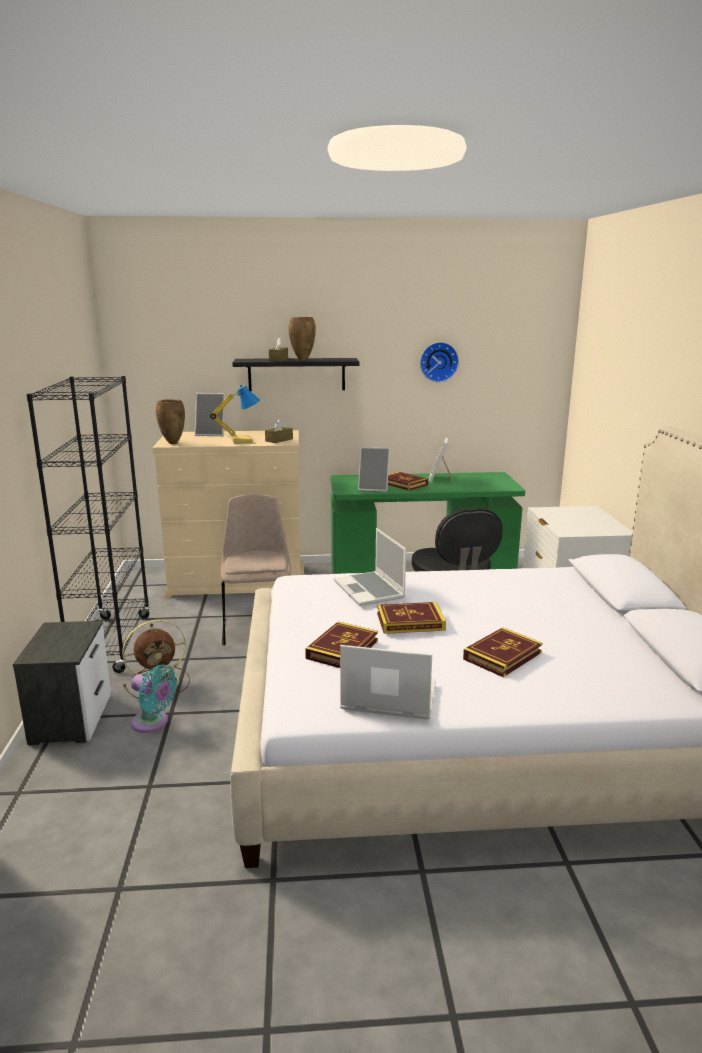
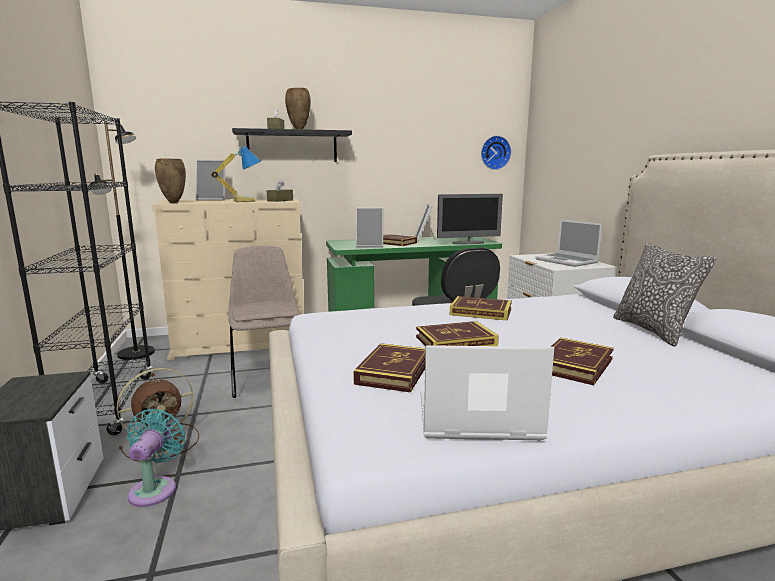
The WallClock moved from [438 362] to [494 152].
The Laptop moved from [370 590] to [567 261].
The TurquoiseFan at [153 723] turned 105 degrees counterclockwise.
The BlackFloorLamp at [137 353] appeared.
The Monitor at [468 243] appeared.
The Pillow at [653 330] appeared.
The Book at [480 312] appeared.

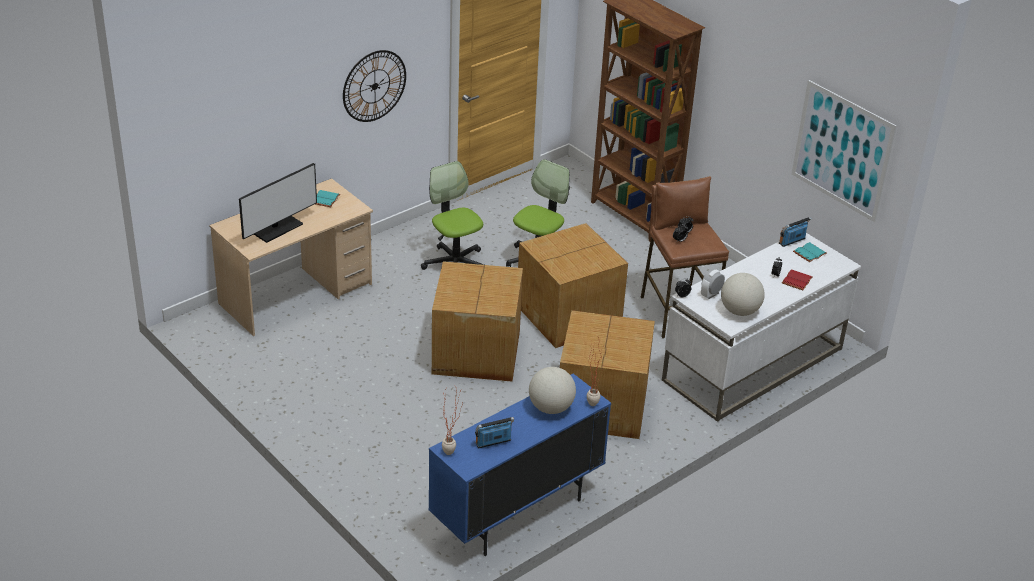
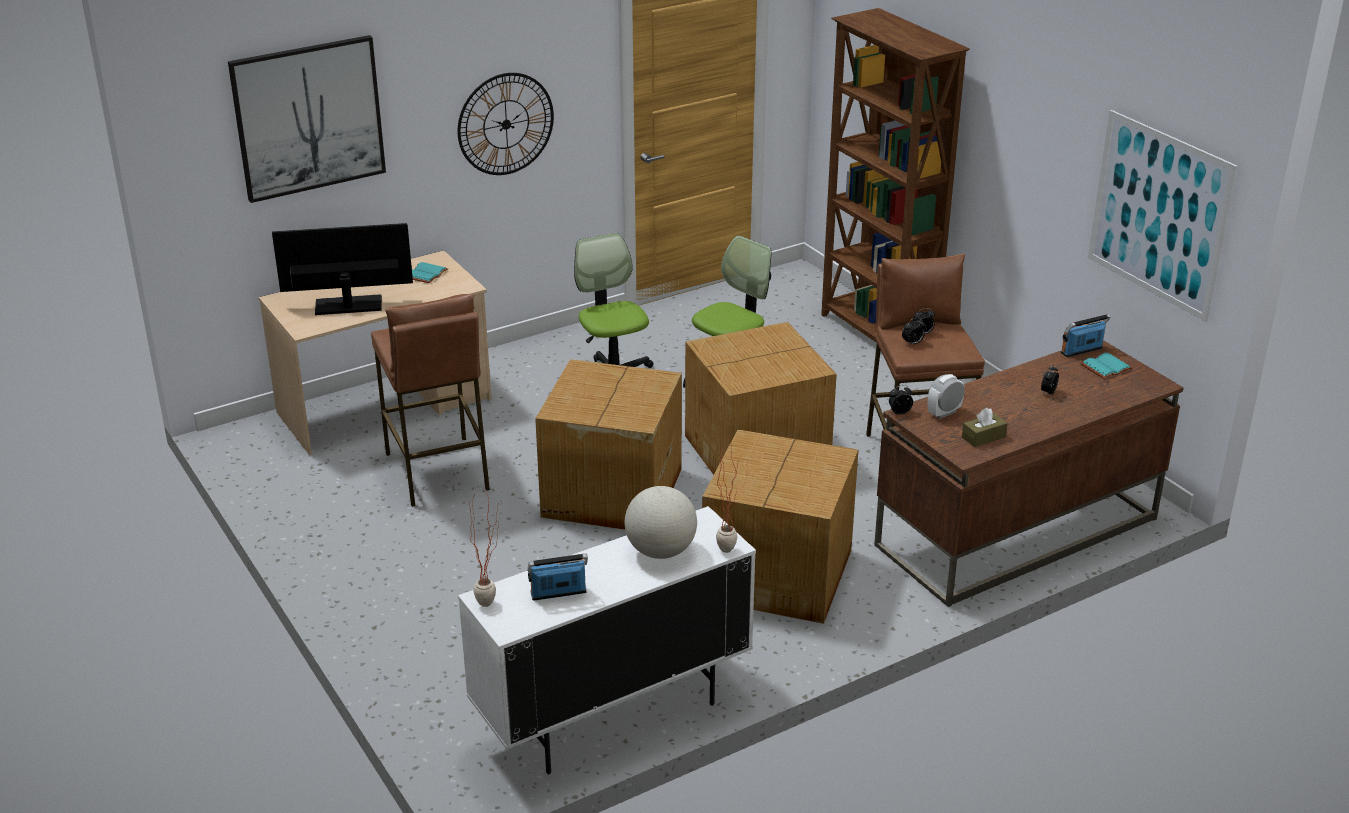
The Monitor at [278 229] turned 150 degrees counterclockwise.
The WhiteDesk at [752 365] became the BrownDesk at [1015 533].
The RedBook at [796 280] disappeared.
The Globe at [739 311] was replaced by the BrownTissueBox at [983 437].
The BlueCabinet at [517 513] became the WhiteCabinet at [613 716].
The Picture at [308 118] appeared.
The BrownStool at [437 471] appeared.

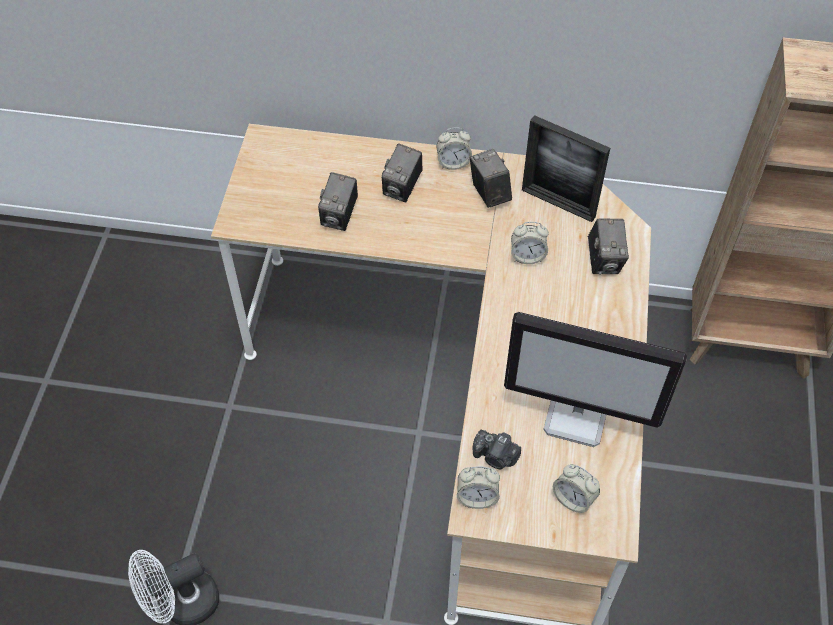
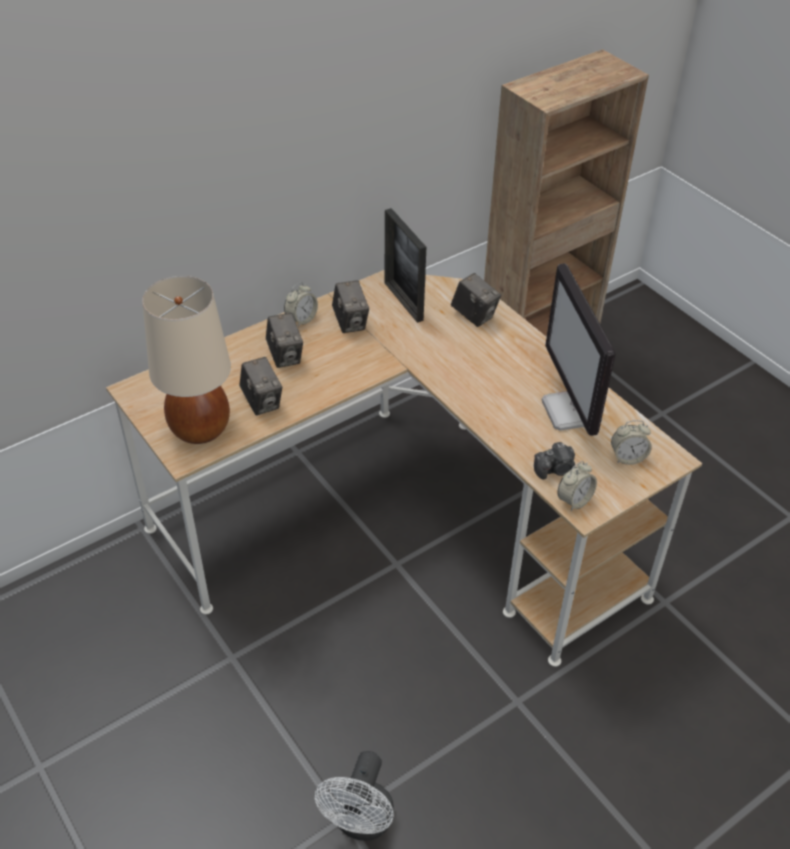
The PictureFrame at [558 203] turned 75 degrees clockwise.
The PhotoCamera at [489 193] turned 135 degrees counterclockwise.
The AlarmClock at [527 256] disappeared.
The Monitor at [577 417] turned 105 degrees clockwise.
The BeigeTableLamp at [200 430] appeared.

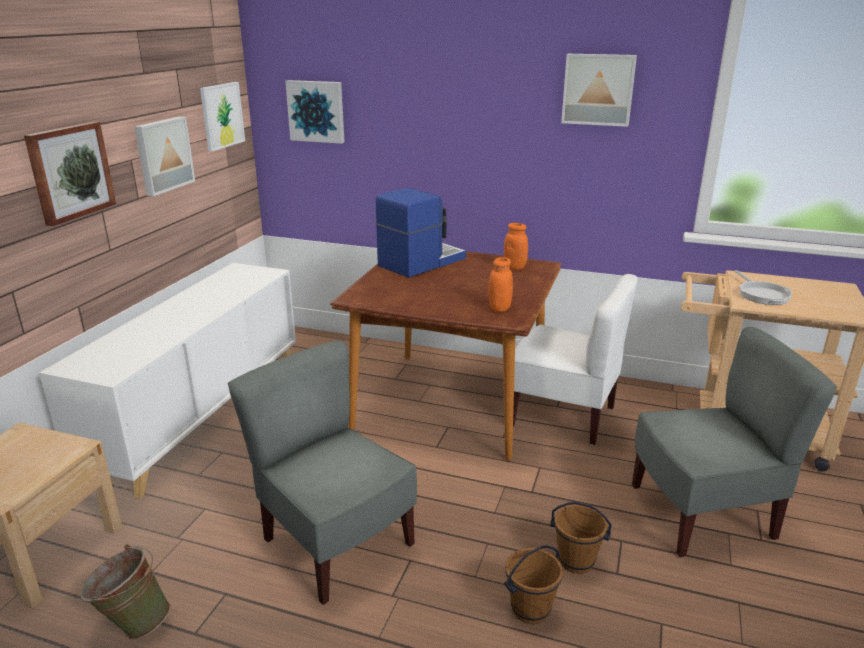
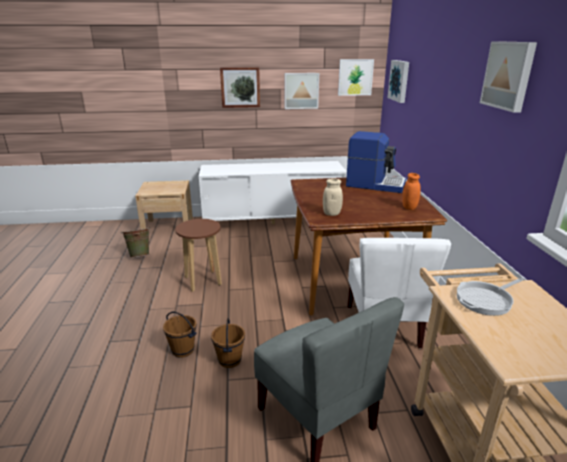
The OrangeJar at [499 308] became the BeigeJar at [331 213].
The GreyChair at [335 544] was replaced by the BrownStool at [203 281].

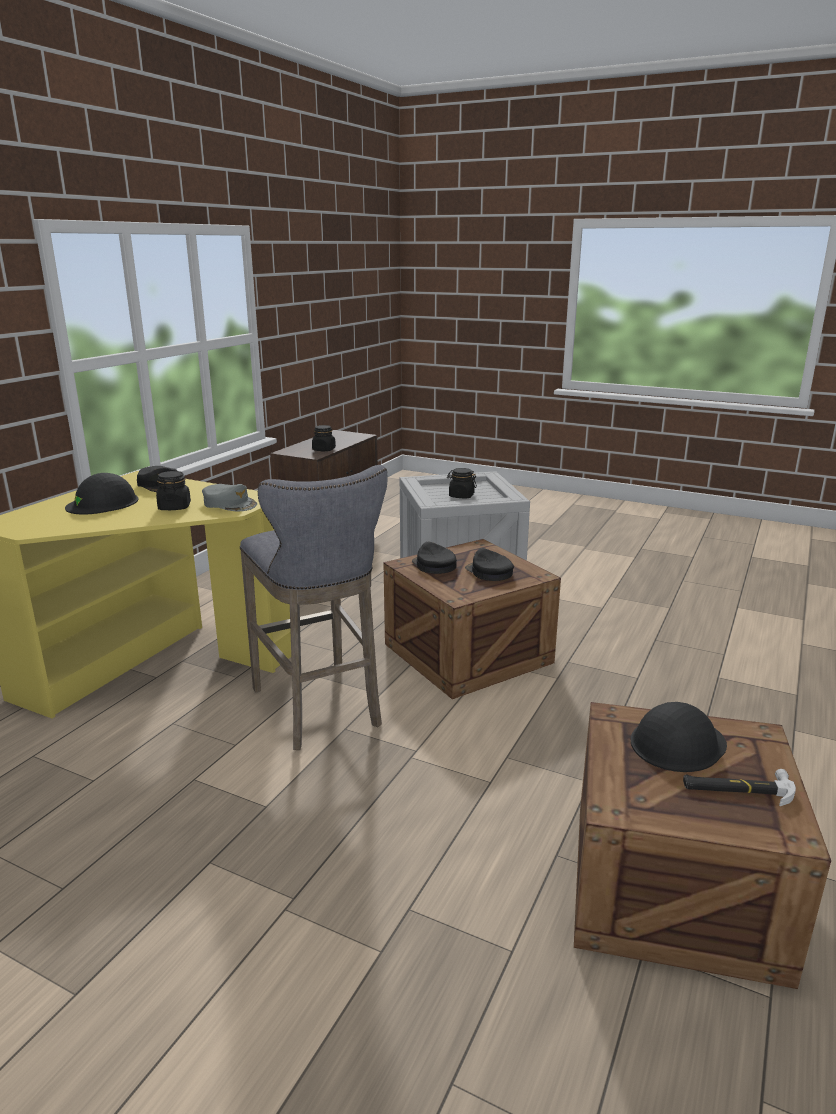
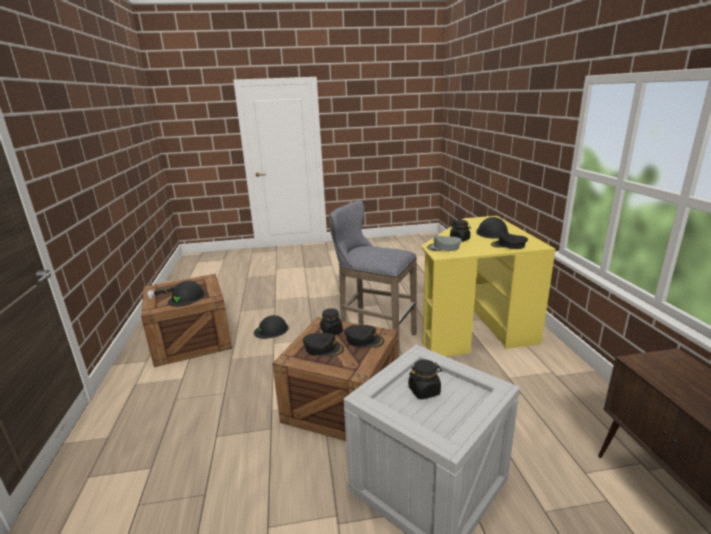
The BlackJar moved from [324 450] to [331 331].
The BlackHardHat at [271 330] appeared.

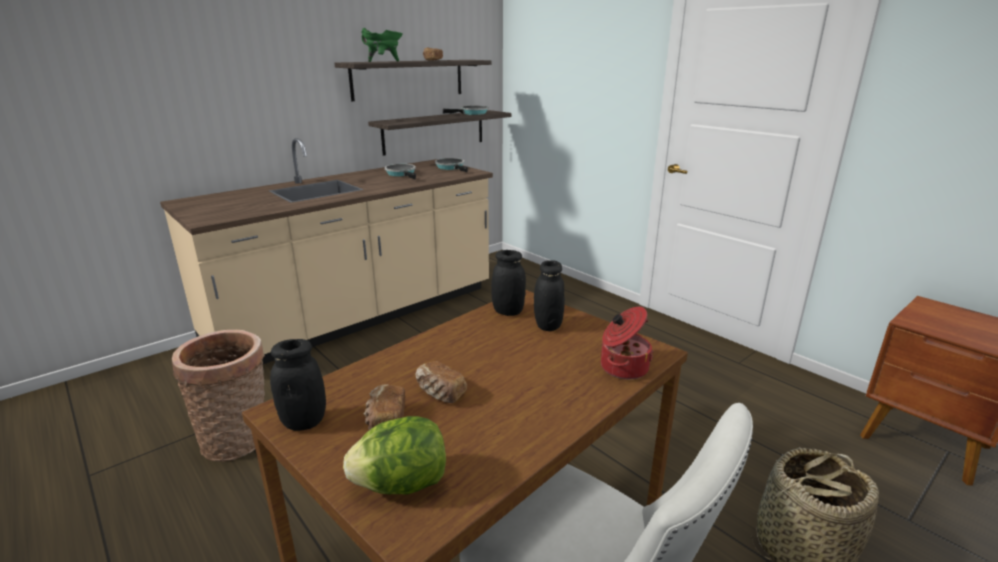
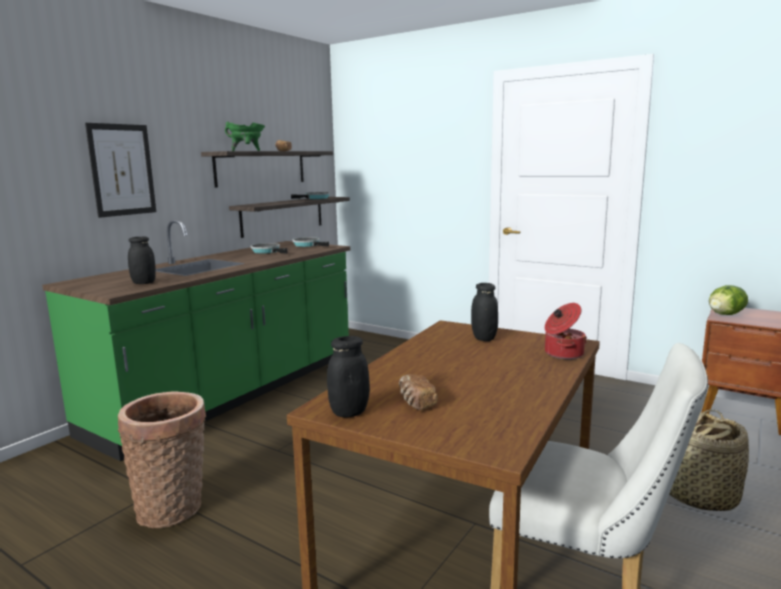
The BeigeCounter at [358 316] became the GreenCounter at [232 393].
The BlackJar moved from [508 311] to [144 283].
The Bread at [440 393] disappeared.
The Lettuce moved from [402 484] to [725 314].
The Picture at [122 170] appeared.

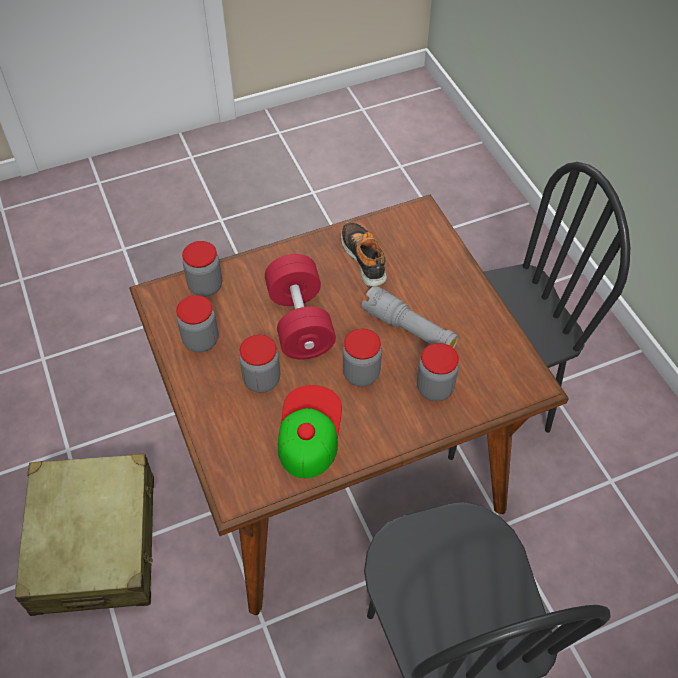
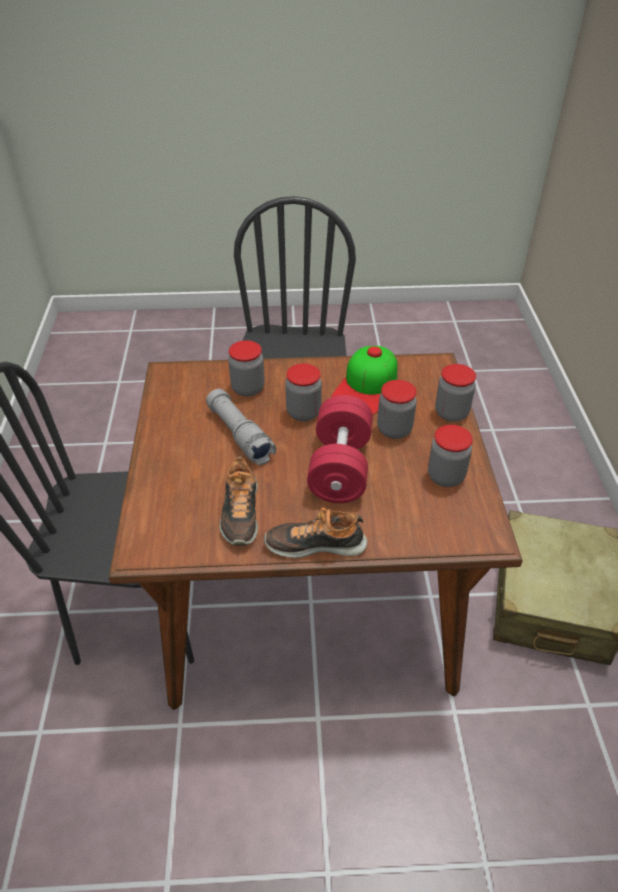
The Jar moved from [205 286] to [451 413].
The Shoe at [315 544] appeared.

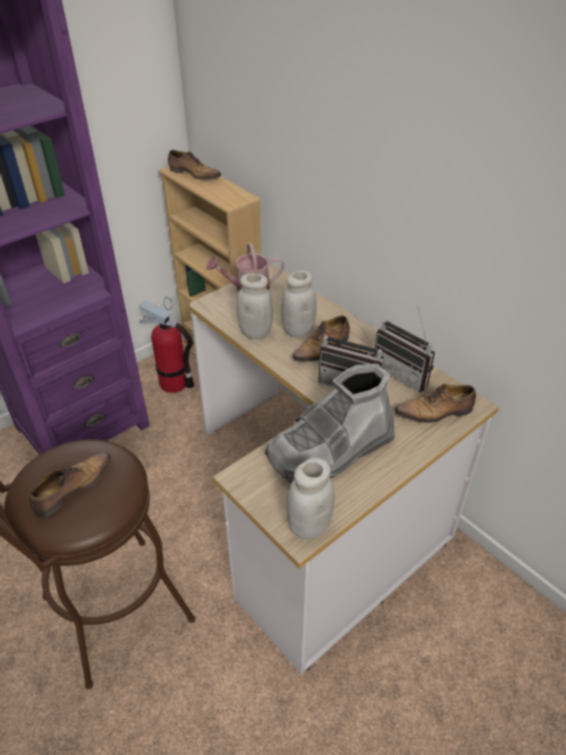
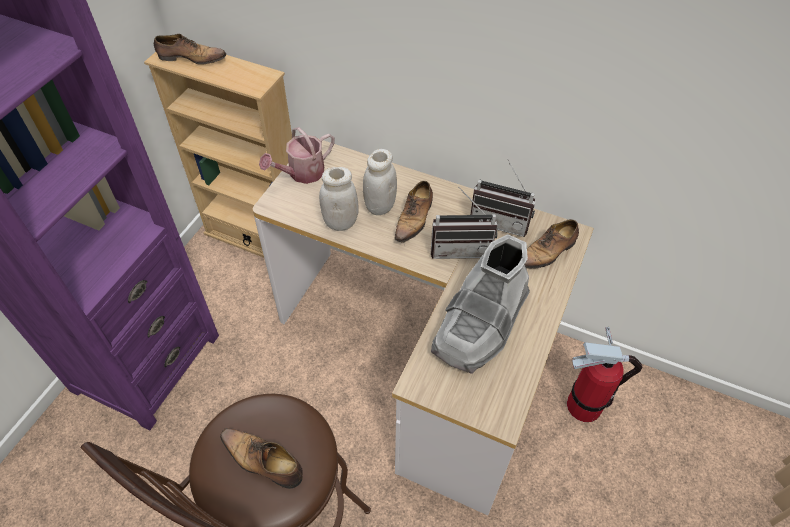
The FireExtinguisher moved from [174 383] to [584 405].
The Shoe at [72 489] turned 75 degrees counterclockwise.
The WhiteJar at [309 526] disappeared.

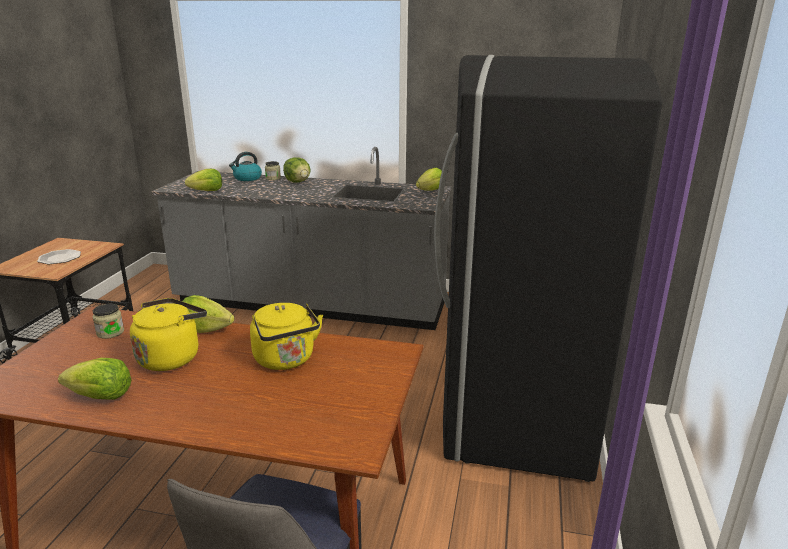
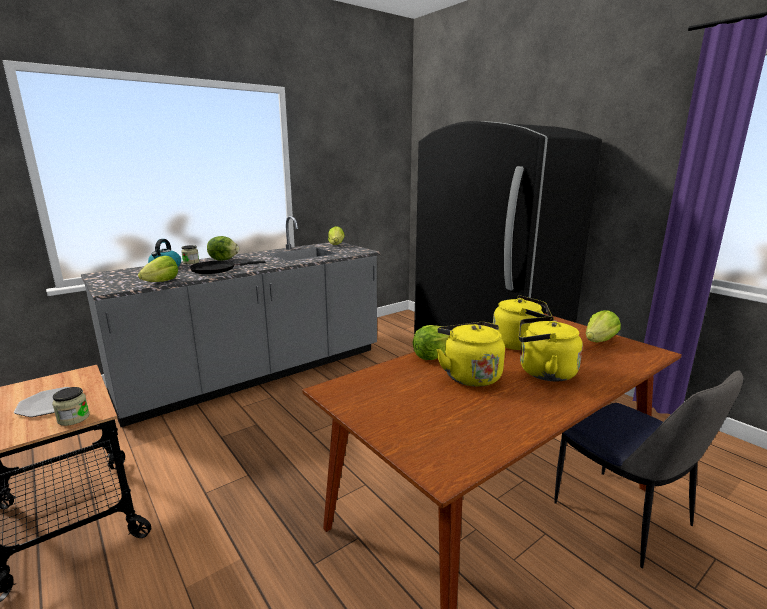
The Jar moved from [110 332] to [73 418].
The Lettuce moved from [100 396] to [599 341].
The BlackFryingPan at [216 269] appeared.
The YellowKettle at [543 372] appeared.

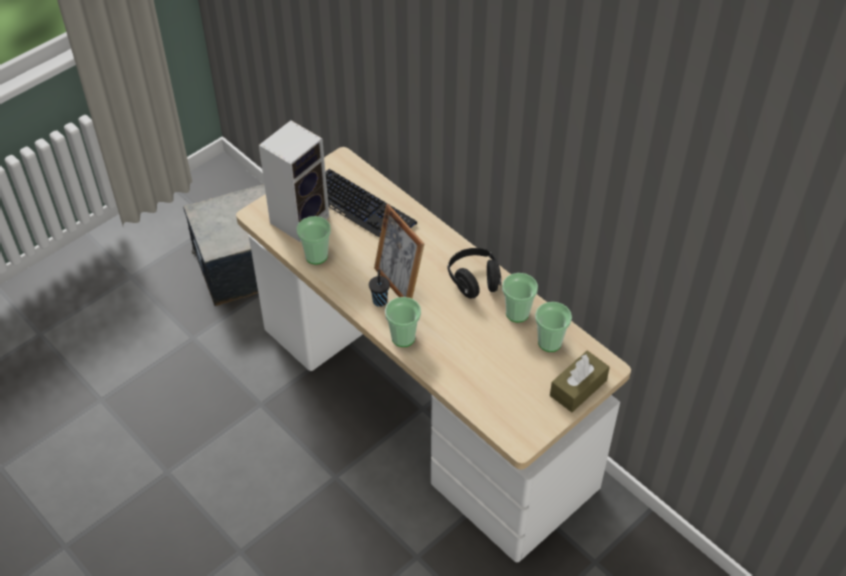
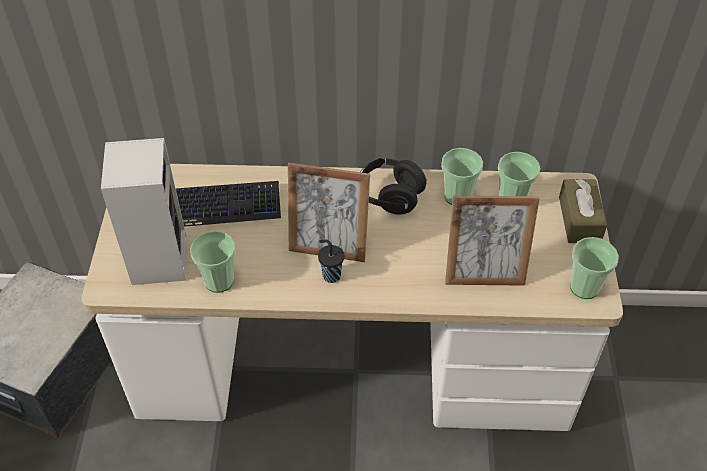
The Cup moved from [403 337] to [584 287].
The PictureFrame at [484 275] appeared.

